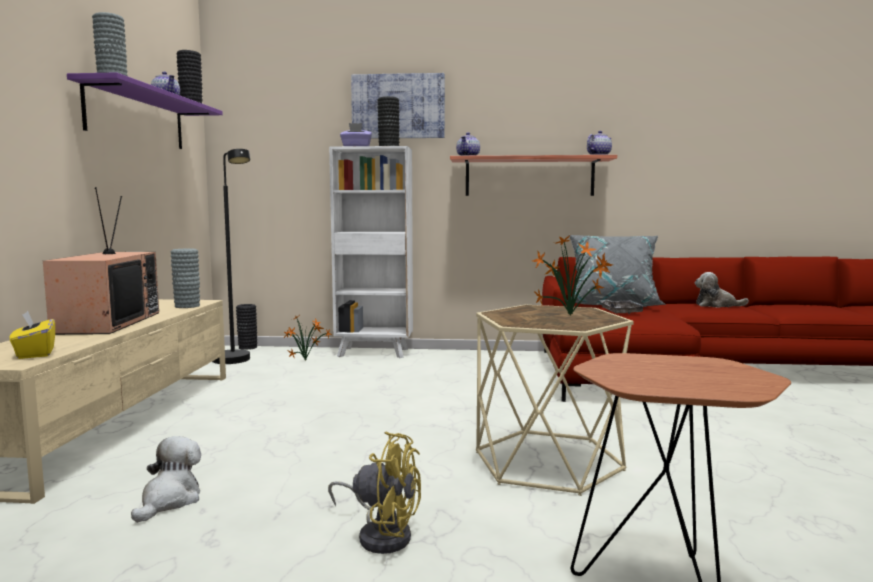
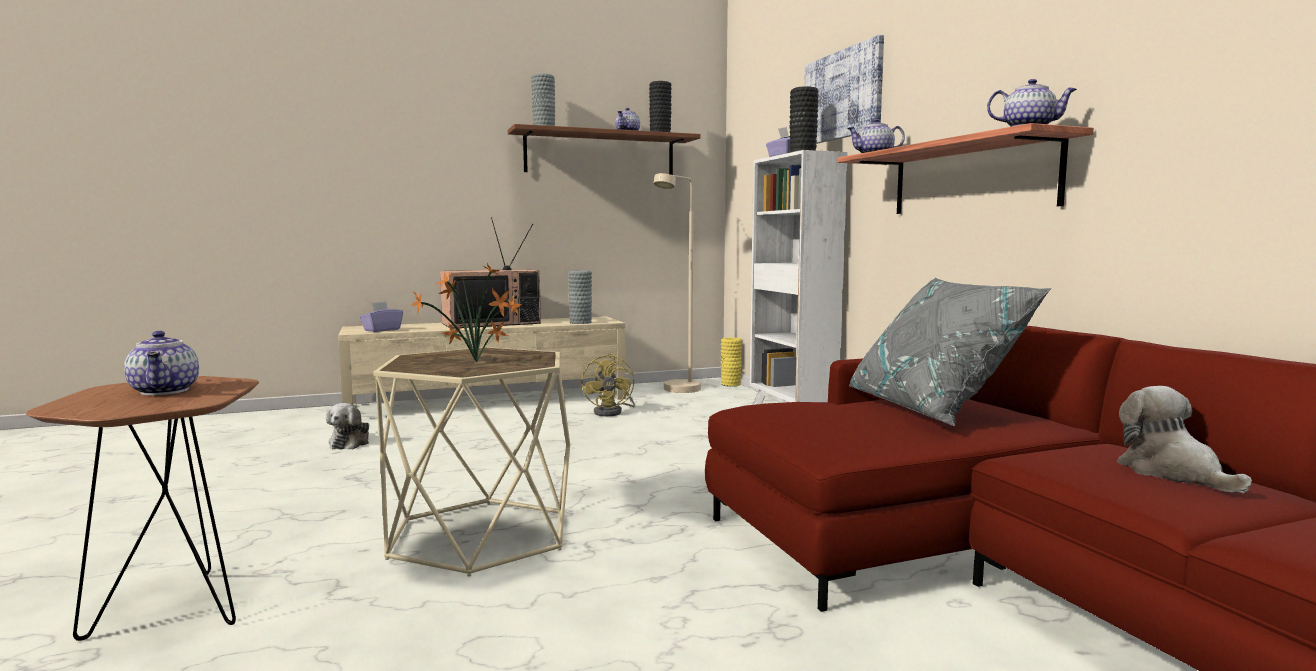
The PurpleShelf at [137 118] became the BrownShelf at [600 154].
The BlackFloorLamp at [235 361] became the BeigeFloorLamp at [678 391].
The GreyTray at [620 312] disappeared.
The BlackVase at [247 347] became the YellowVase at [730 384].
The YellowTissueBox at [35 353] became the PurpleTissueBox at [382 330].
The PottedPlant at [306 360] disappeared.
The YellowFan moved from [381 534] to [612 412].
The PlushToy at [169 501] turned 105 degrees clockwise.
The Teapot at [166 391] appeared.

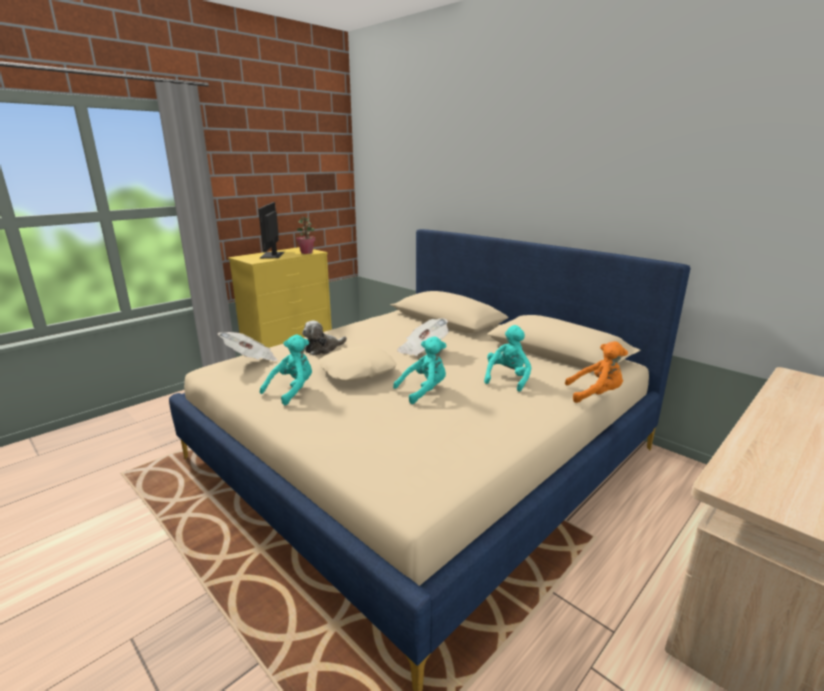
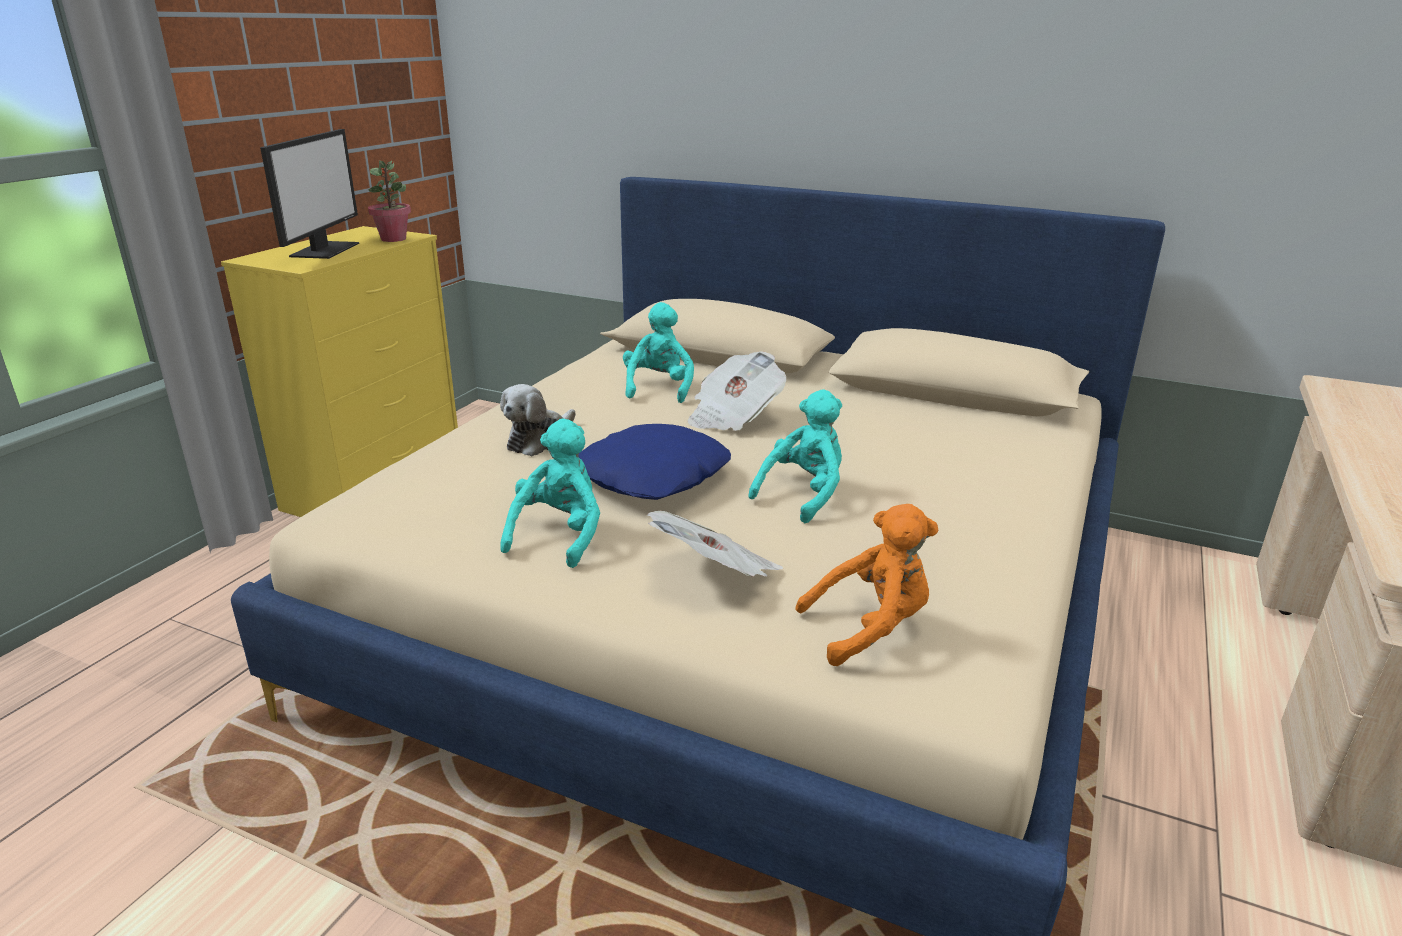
The Monitor at [273 255] turned 150 degrees counterclockwise.
The TurquoisePlushToy moved from [507 378] to [658 388].
The Newspaper moved from [251 360] to [715 575].
The OrangePlushToy moved from [595 394] to [870 628].
The BeigePillow at [357 371] became the BluePillow at [654 476].

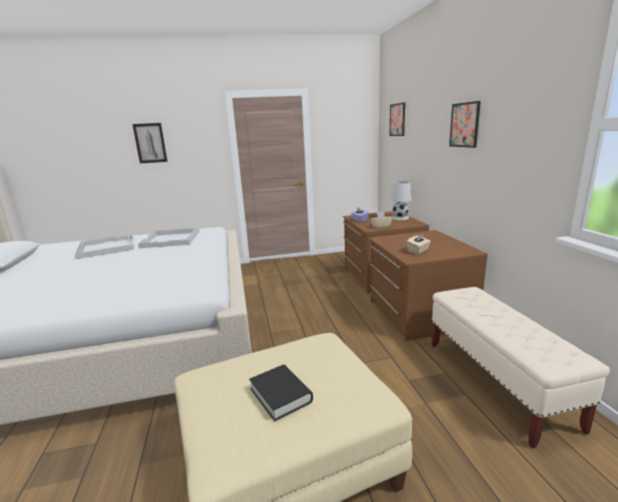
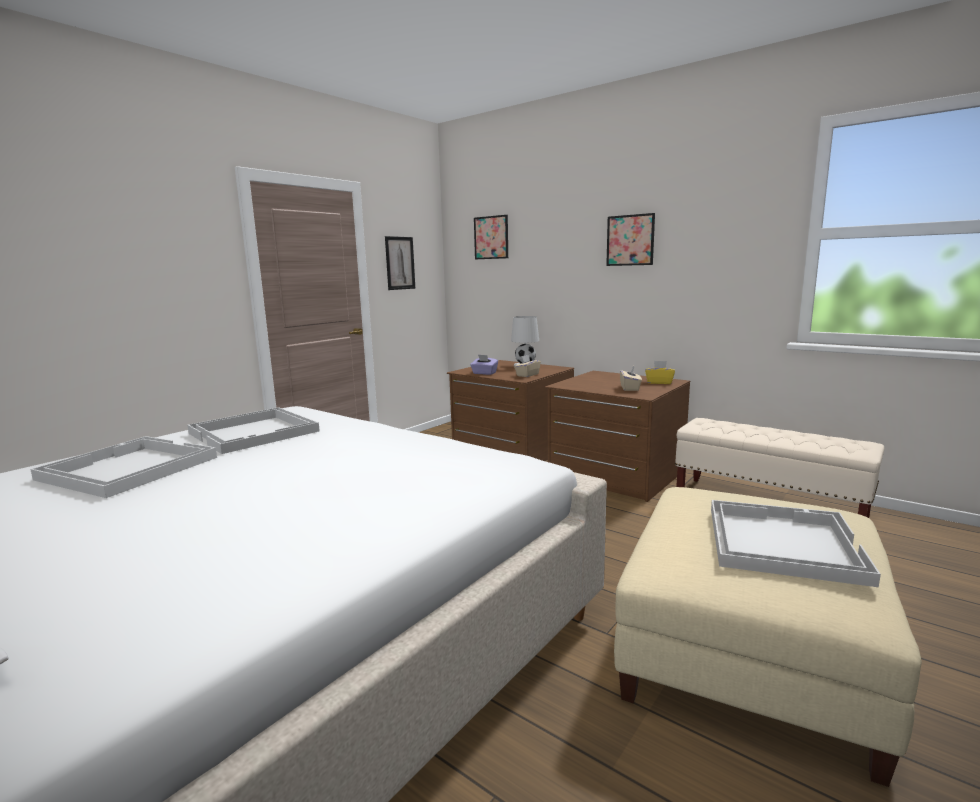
The Picture moved from [150 143] to [400 263].
The BlackBook at [280 395] was replaced by the WhiteTray at [781 542].
The YellowTissueBox at [659 382] appeared.

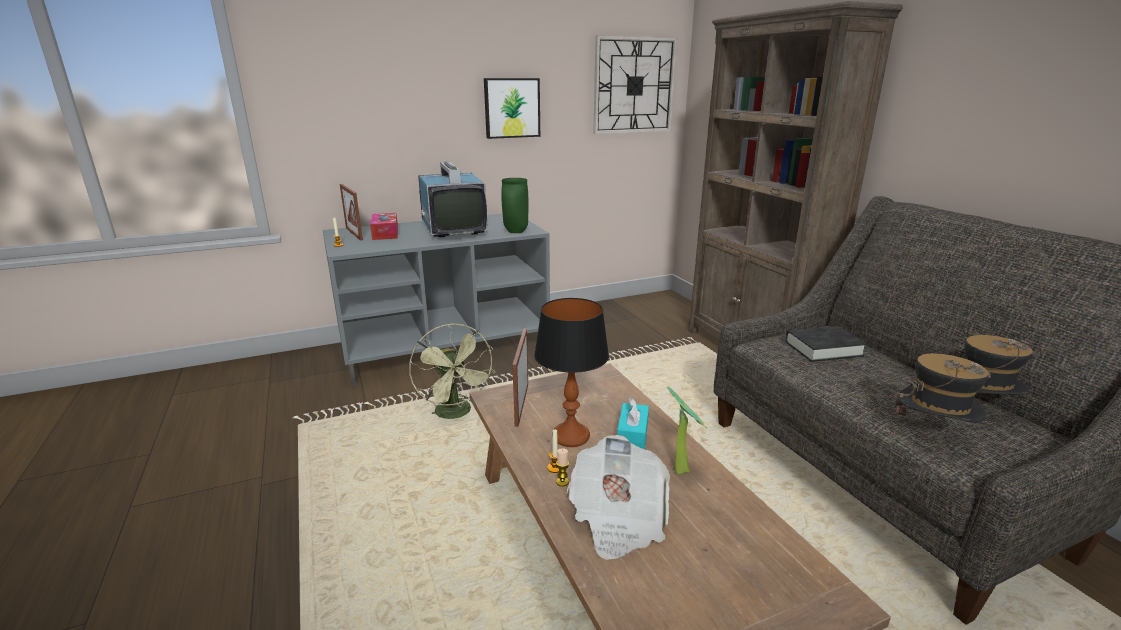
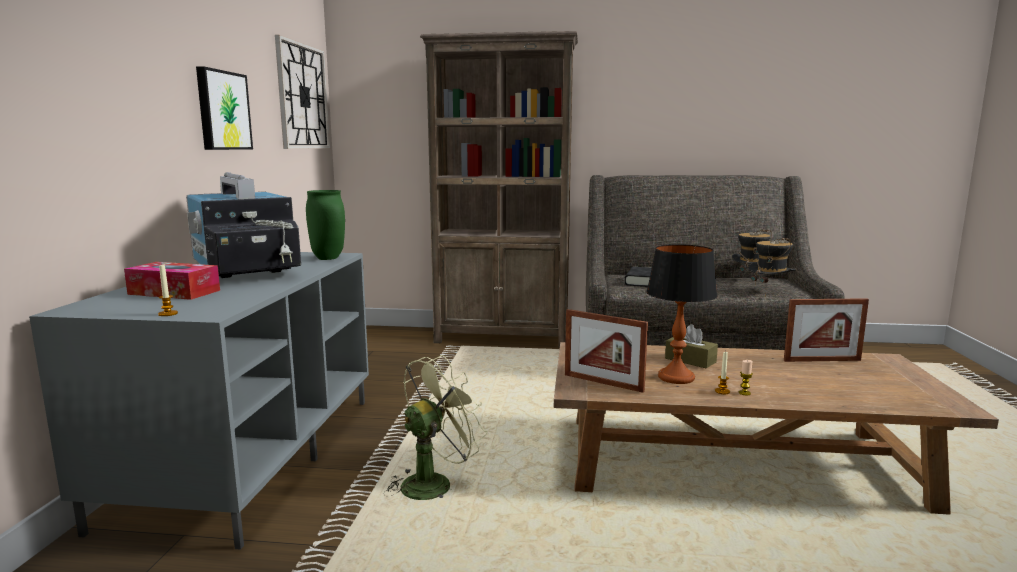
The Television at [453 228] turned 135 degrees counterclockwise.
The PictureFrame moved from [354 234] to [822 360].
The GreenFan at [457 414] turned 45 degrees counterclockwise.
The PottedPlant at [682 468] disappeared.
The TurquoiseTissueBox at [632 436] became the BrownTissueBox at [690 360].
The Newspaper at [617 519] disappeared.

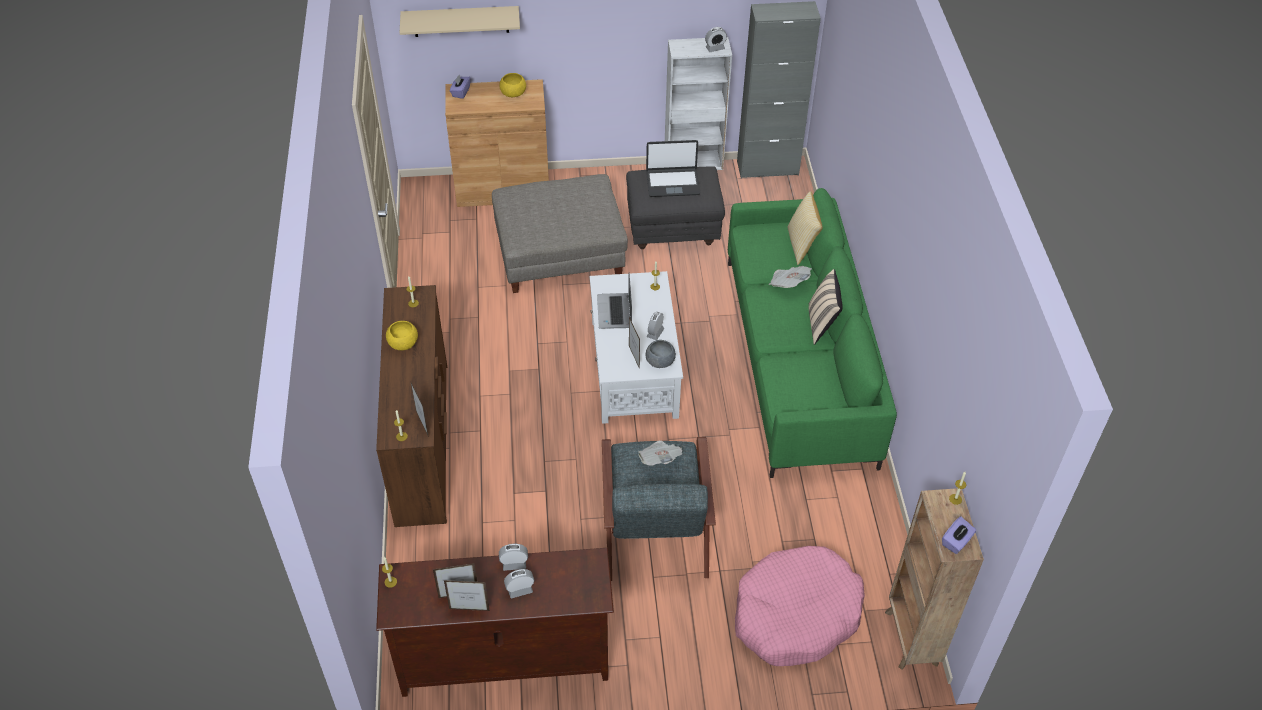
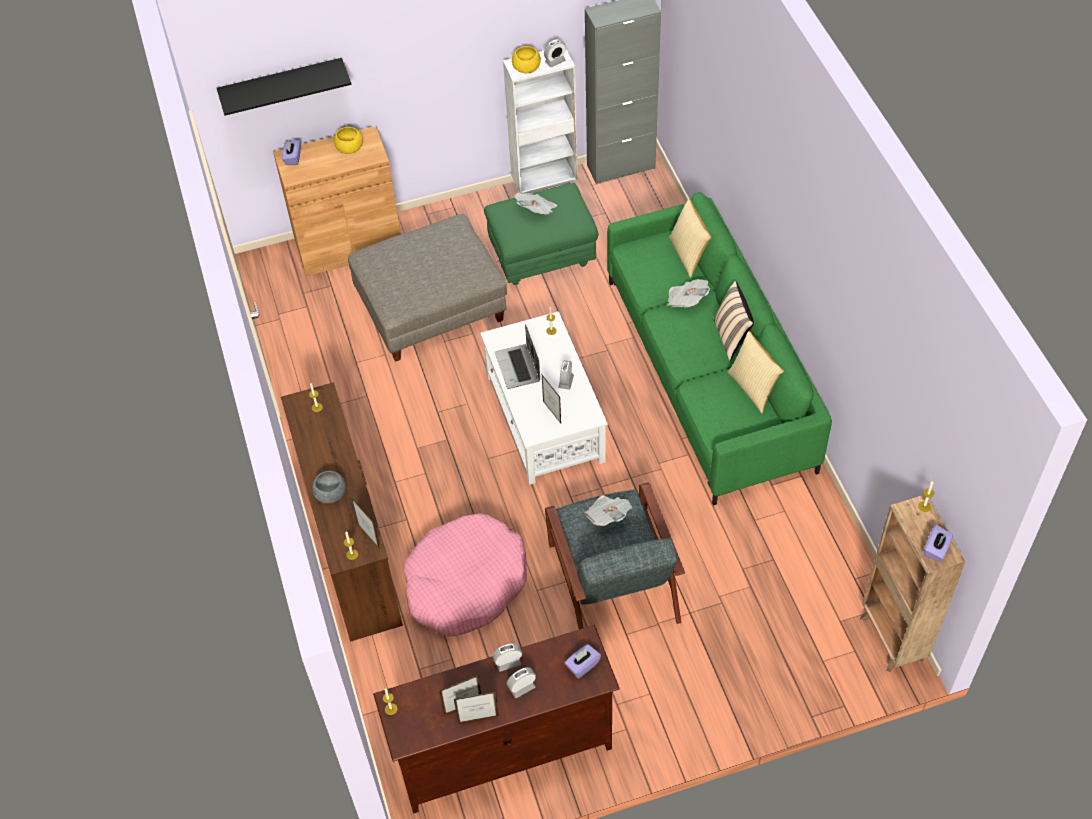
The BeigeShelf at [461 21] became the BlackShelf at [282 85].
The Laptop at [672 183] was replaced by the Newspaper at [536 211].
The GreyOttoman at [673 230] became the GreenOttoman at [542 257].
The YellowBowl moved from [403 343] to [526 68].
The GreyBowl moved from [660 361] to [331 494].
The PinkDogBed moved from [795 615] to [465 583].
The Pillow at [753 388] appeared.
The PurpleTissueBox at [582 665] appeared.

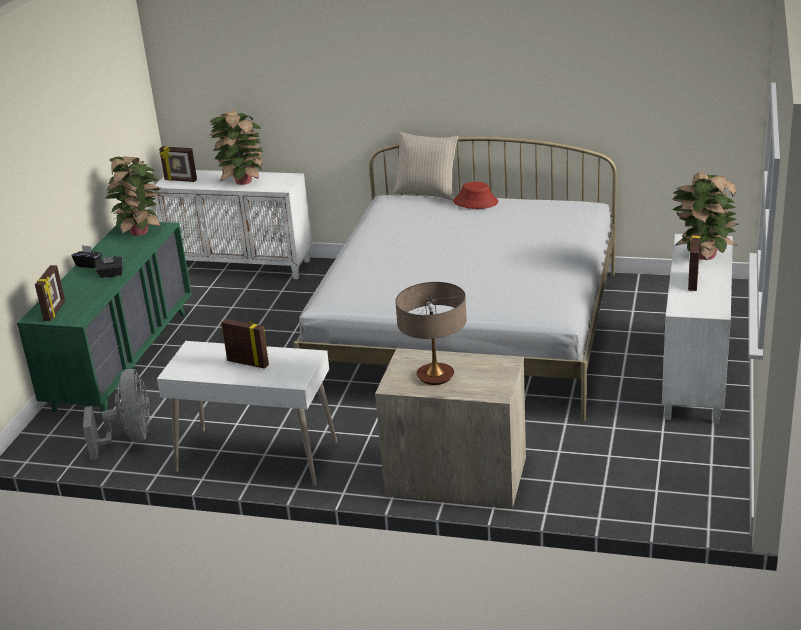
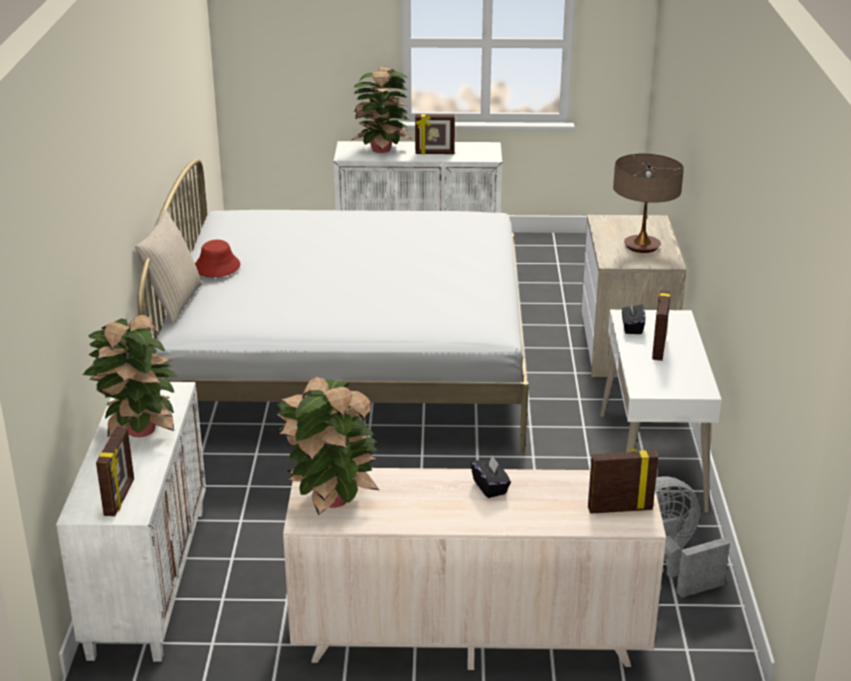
The GreenDresser at [123 359] became the BeigeDresser at [469 634].
The BlackTissueBox moved from [89 264] to [632 328].

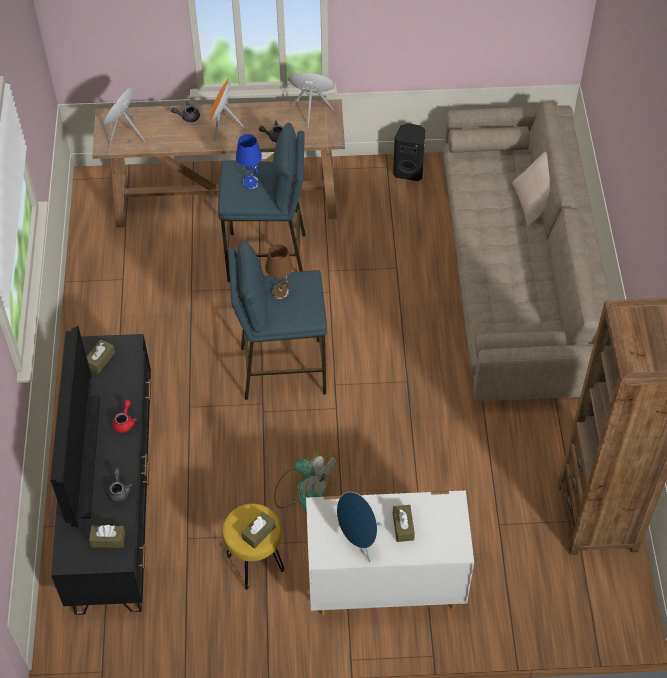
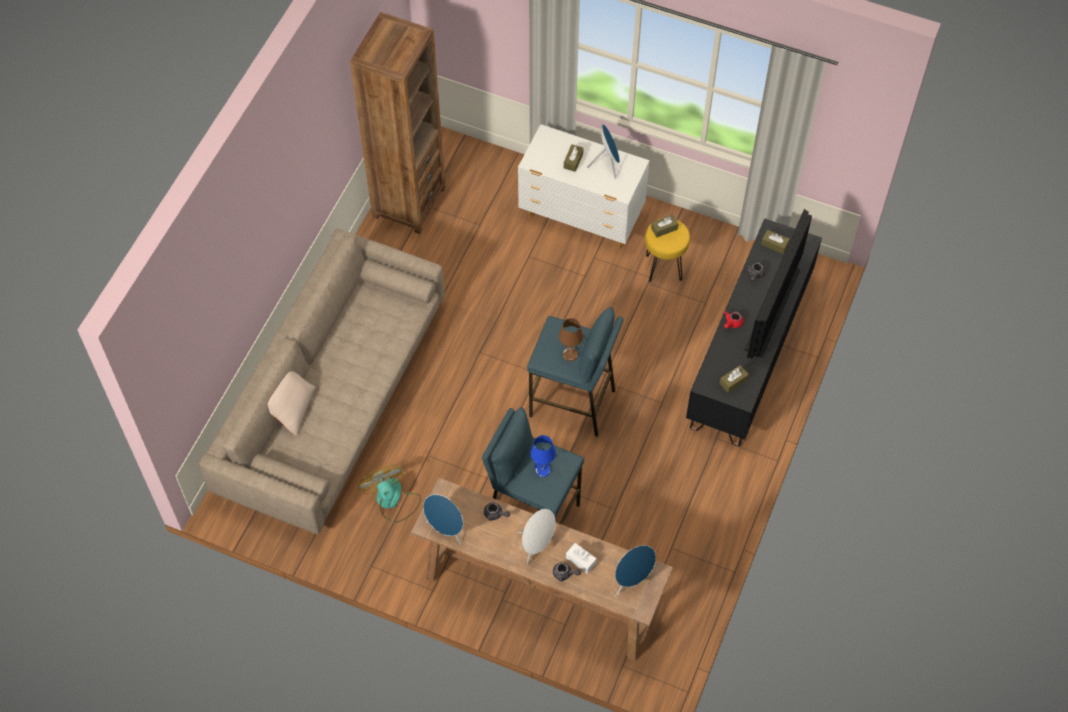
The OrangeSpeaker at [224 127] became the WhiteSpeaker at [536 545].
The BlackSpeaker at [409 171] disappeared.
The Fan moved from [304 490] to [392 500].
The WhiteTissueBox at [581 560] appeared.

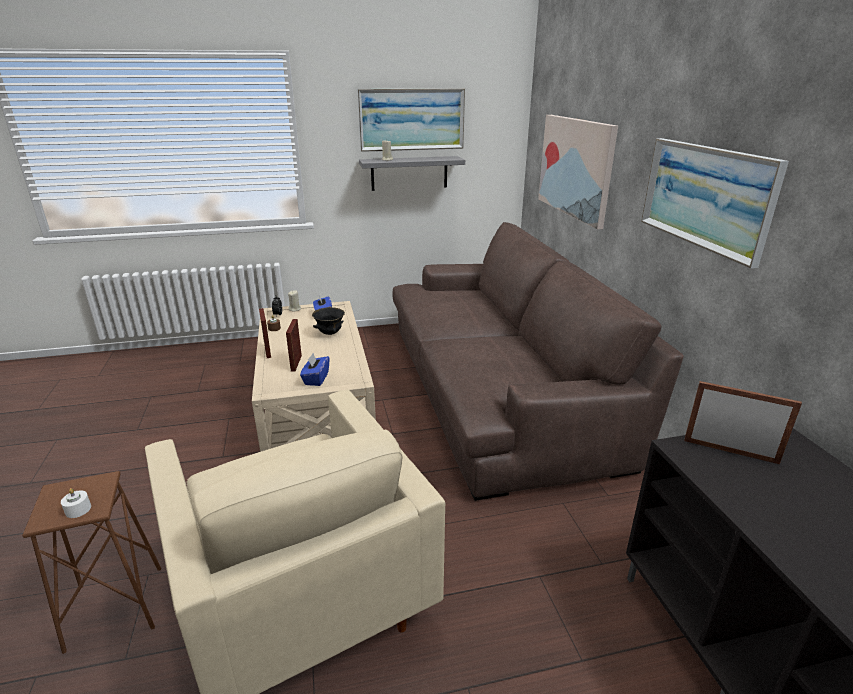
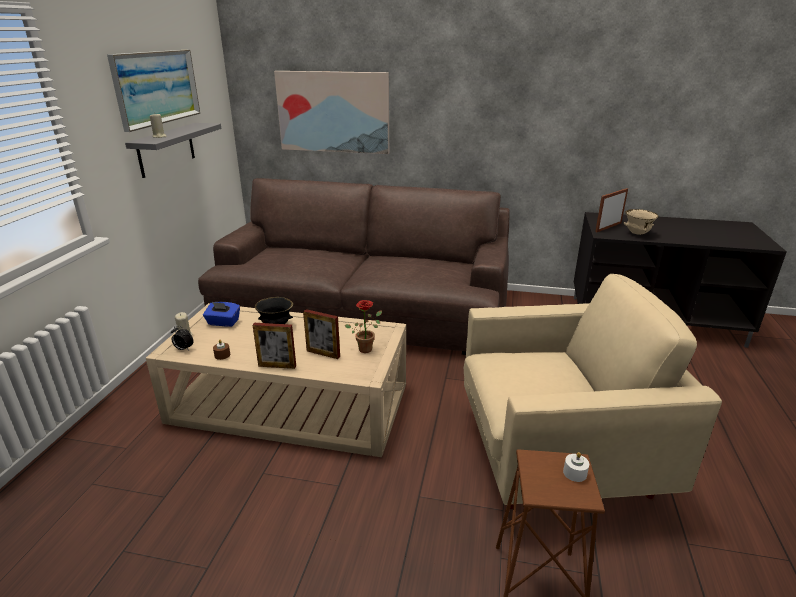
The Picture at [705 196] disappeared.
The BlueTissueBox at [316 379] was replaced by the PottedPlant at [367 348].
The BeigeBowl at [637 234] appeared.

